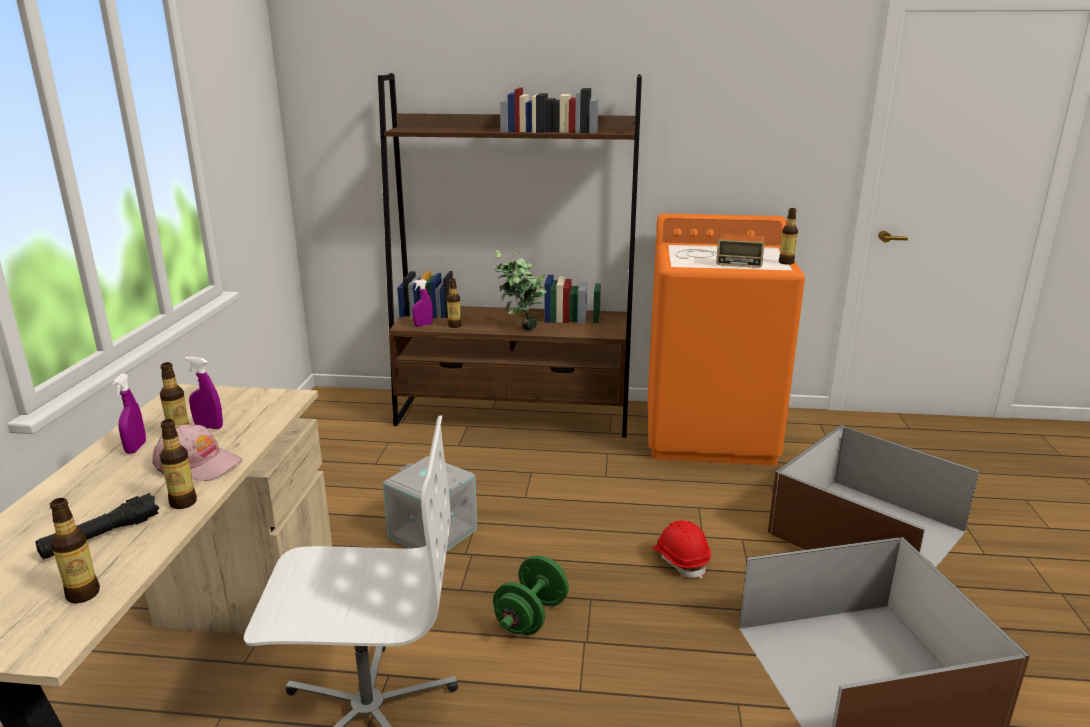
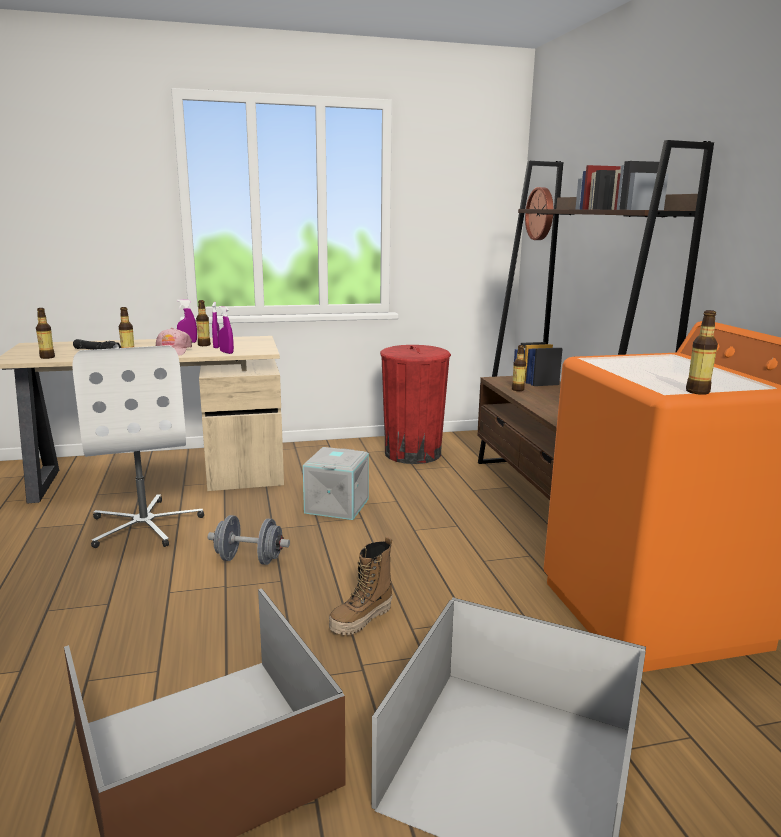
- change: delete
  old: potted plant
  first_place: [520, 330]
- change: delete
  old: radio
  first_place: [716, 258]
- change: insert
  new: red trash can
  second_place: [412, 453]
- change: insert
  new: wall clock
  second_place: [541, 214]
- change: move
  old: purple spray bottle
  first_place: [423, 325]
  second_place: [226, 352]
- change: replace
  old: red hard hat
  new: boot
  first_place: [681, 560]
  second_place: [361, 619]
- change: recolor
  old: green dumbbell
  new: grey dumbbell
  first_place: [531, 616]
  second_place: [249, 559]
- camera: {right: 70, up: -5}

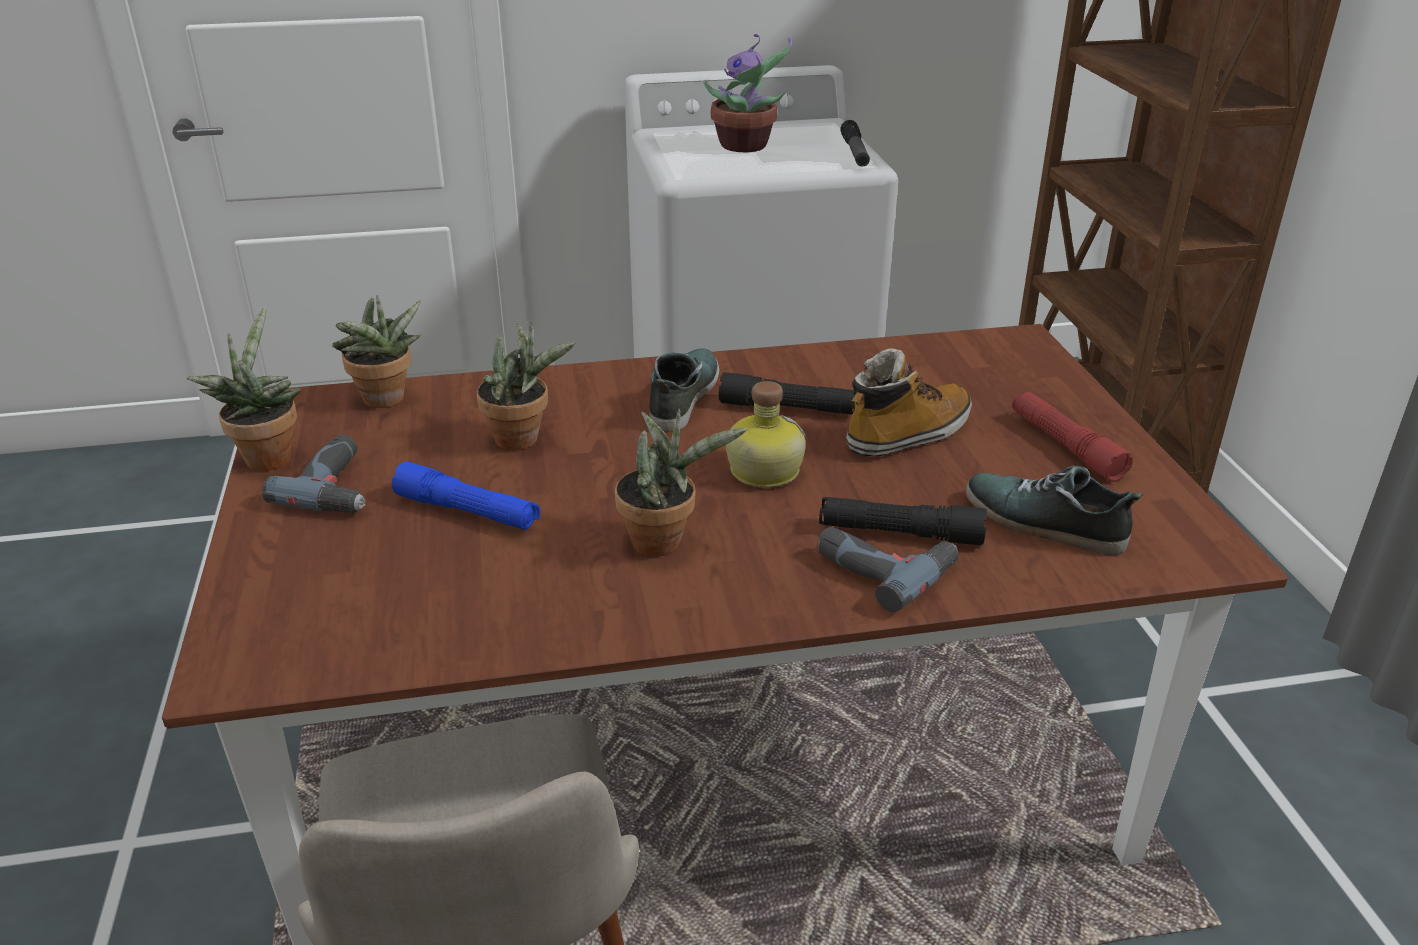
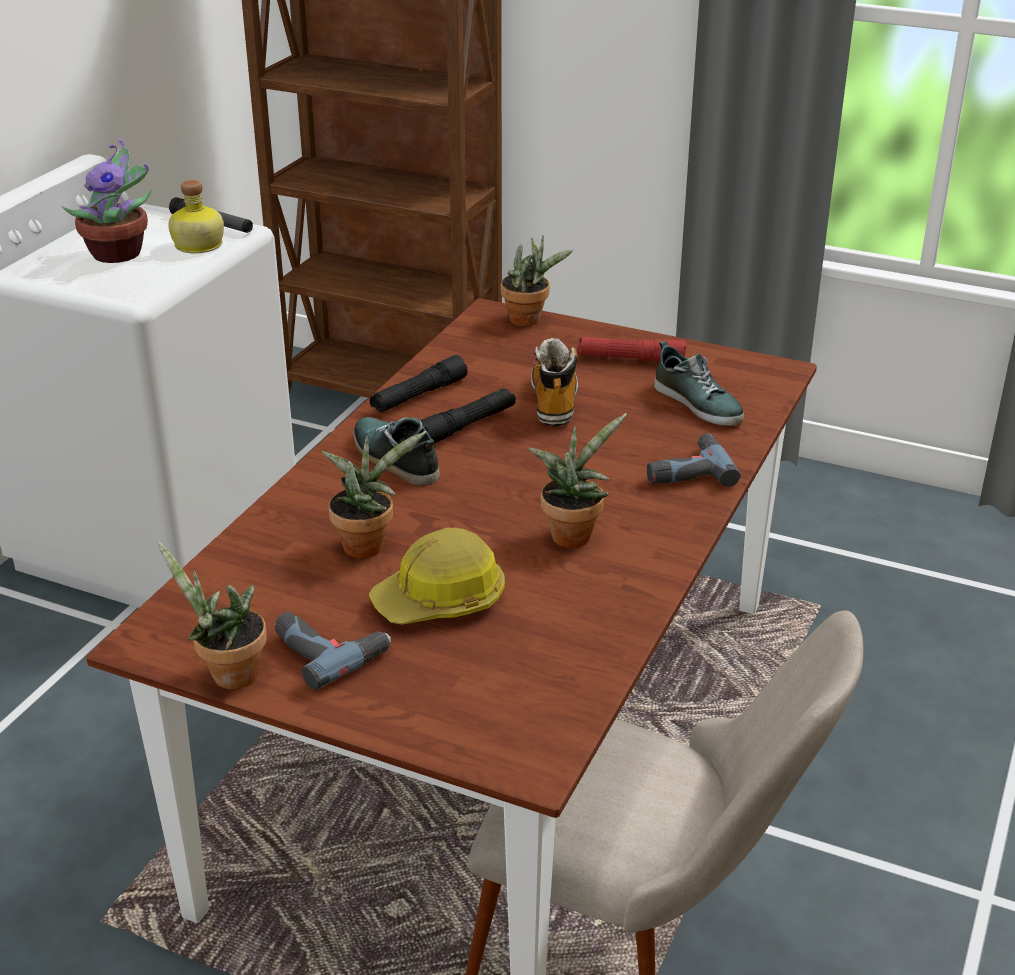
- change: move
  old: potted plant
  first_place: [385, 401]
  second_place: [529, 320]
- change: move
  old: bottle
  first_place: [762, 470]
  second_place: [197, 245]
- change: move
  old: black flashlight
  first_place: [900, 533]
  second_place: [419, 396]
- change: replace
  old: blue flashlight
  new: hard hat
  first_place: [468, 512]
  second_place: [441, 600]
- change: rotate
  old: shoe
  first_place: [1044, 523]
  second_place: [698, 403]
  degrees: -105
- camera: {right: -55, up: 0}

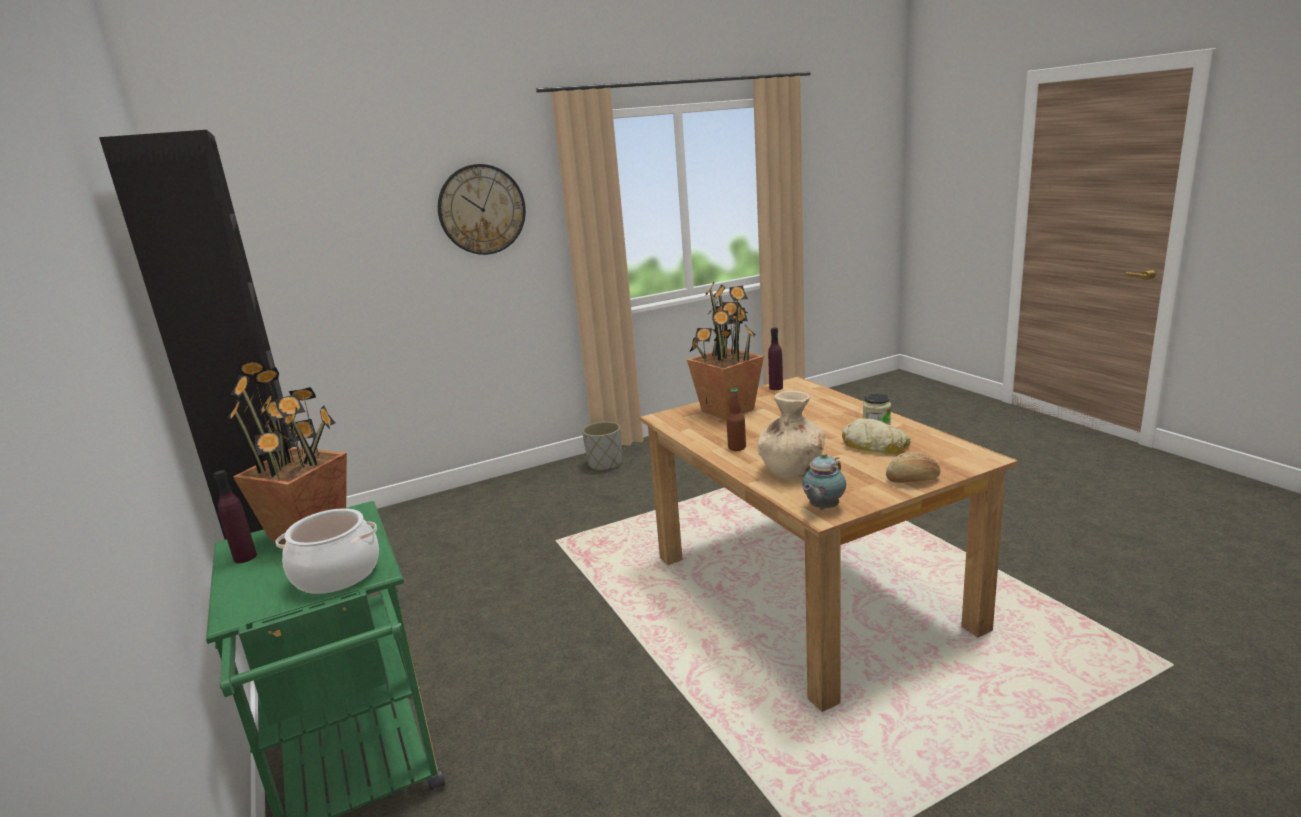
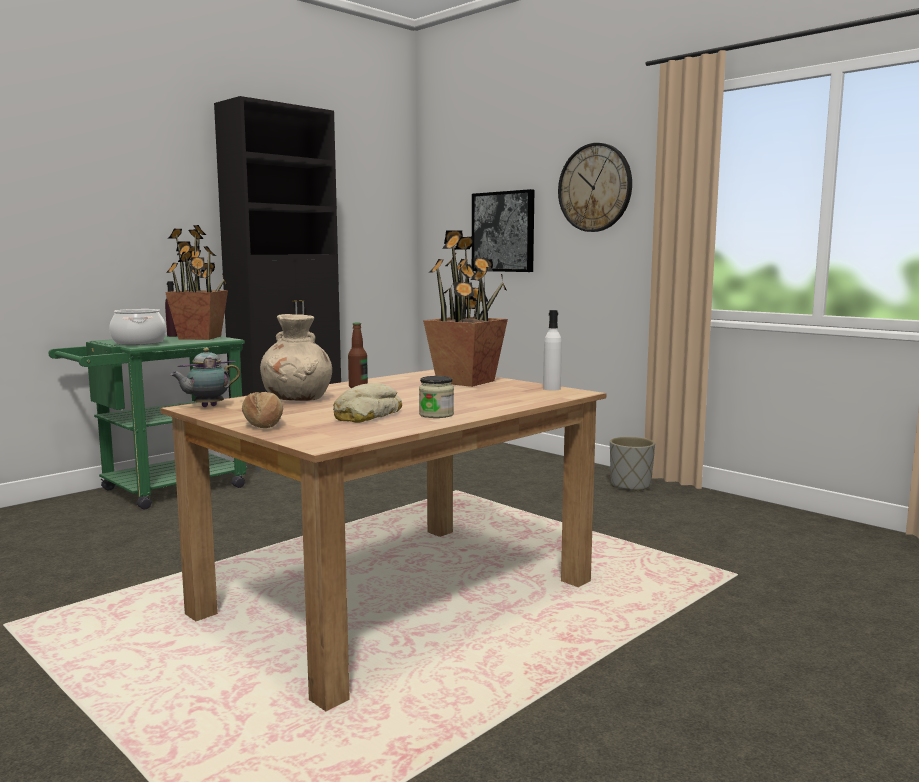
- change: insert
  new: picture
  second_place: [503, 232]
- change: recolor
  old: purple bottle
  new: white bottle
  first_place: [776, 388]
  second_place: [551, 388]
- change: rotate
  old: teapot
  first_place: [822, 508]
  second_place: [207, 406]
  degrees: -60
- camera: {right: 70, up: -10}

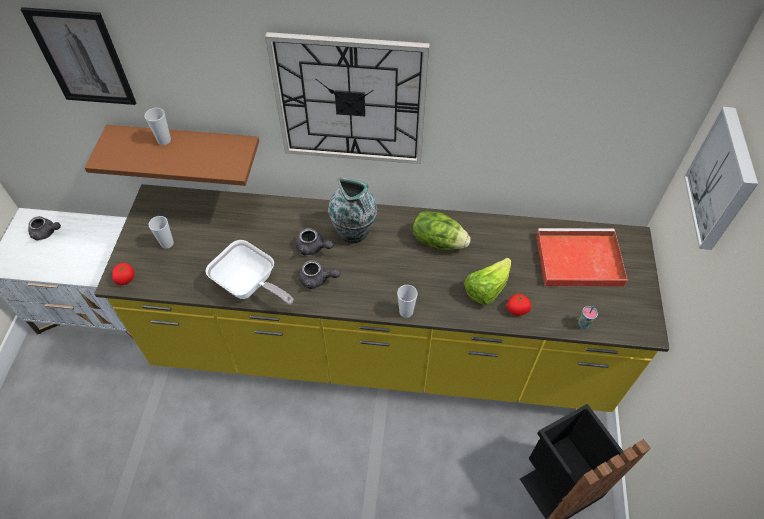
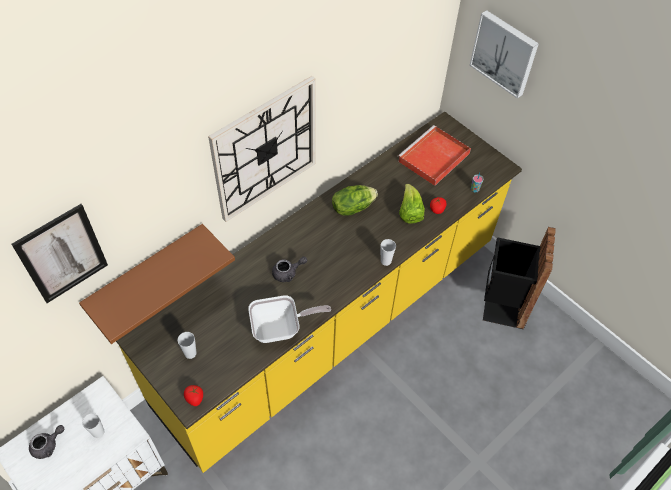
- change: delete
  old: grey teapot
  first_place: [317, 279]
- change: delete
  old: vase
  first_place: [354, 232]
- change: move
  old: cup
  first_place: [164, 140]
  second_place: [98, 432]
- camera: {right: -50, up: 0}

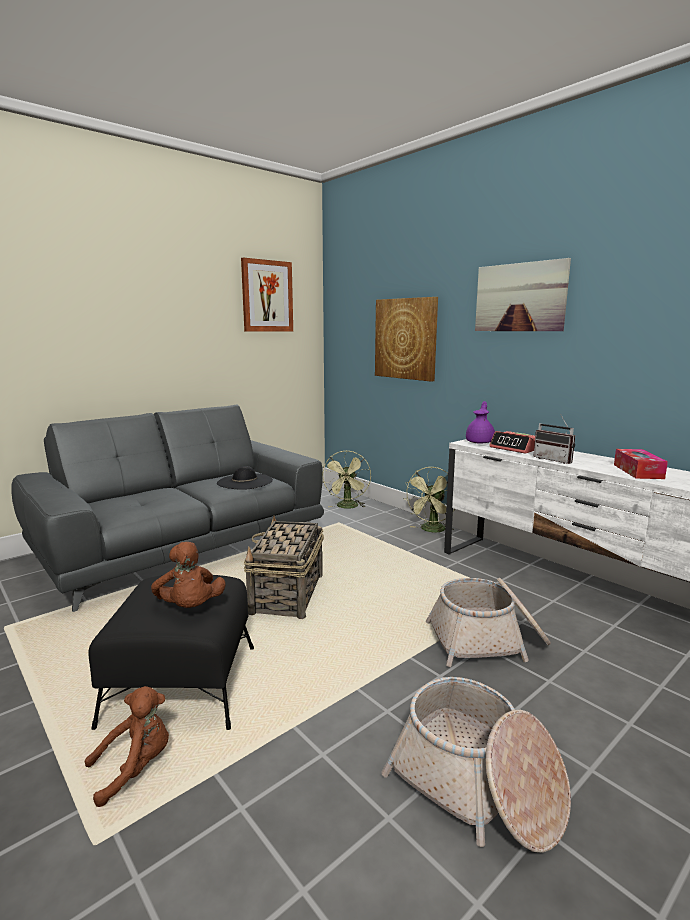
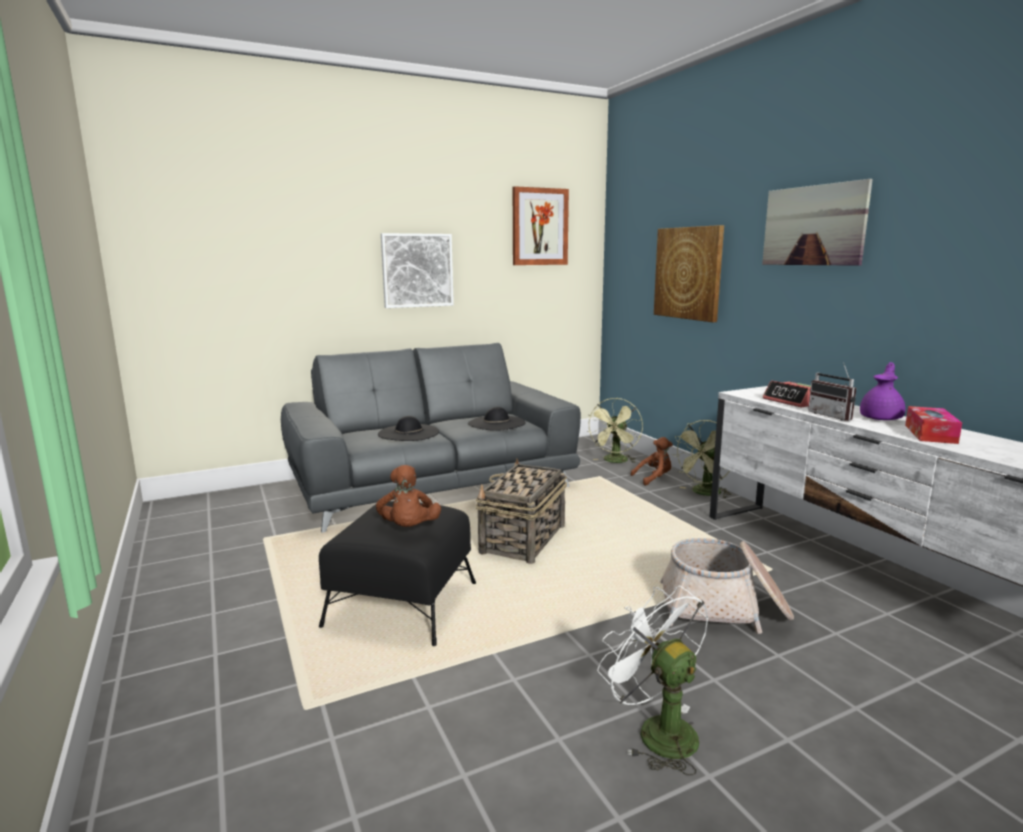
- change: insert
  new: black hat
  second_place: [408, 433]
- change: insert
  new: picture
  second_place: [417, 270]
- change: move
  old: brown plush toy
  first_place: [135, 767]
  second_place: [654, 478]
- change: move
  old: purple teapot
  first_place: [480, 442]
  second_place: [881, 418]
- change: replace
  old: basket
  new: white fan
  first_place: [477, 786]
  second_place: [656, 730]
- camera: {right: 15, up: 0}

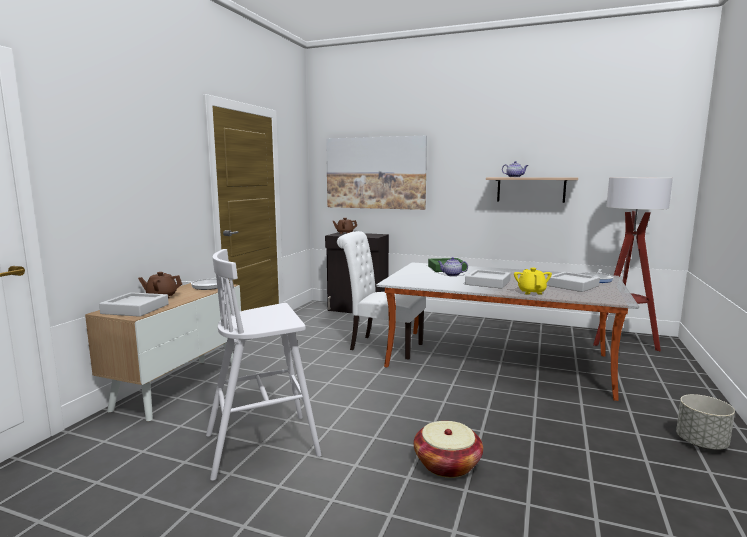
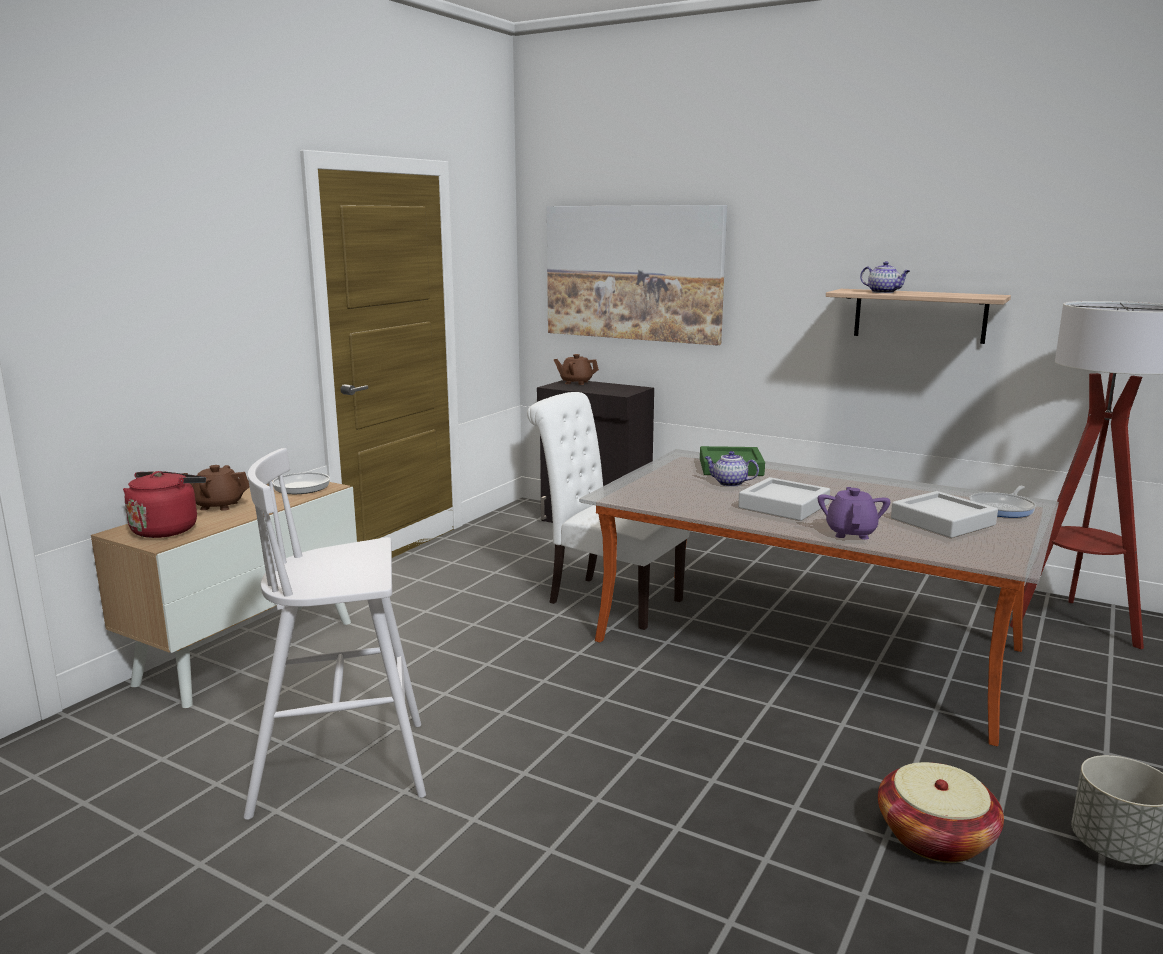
- change: move
  old: basket
  first_place: [447, 464]
  second_place: [935, 837]
- change: replace
  old: grey tray
  new: red kettle
  first_place: [135, 309]
  second_place: [167, 529]
- change: recolor
  old: yellow teapot
  new: purple teapot
  first_place: [531, 292]
  second_place: [851, 533]
- camera: {right: 10, up: 5}

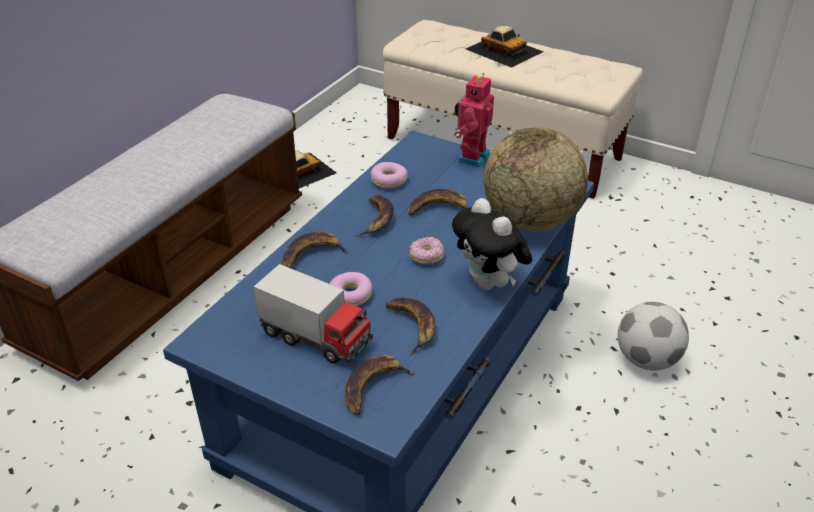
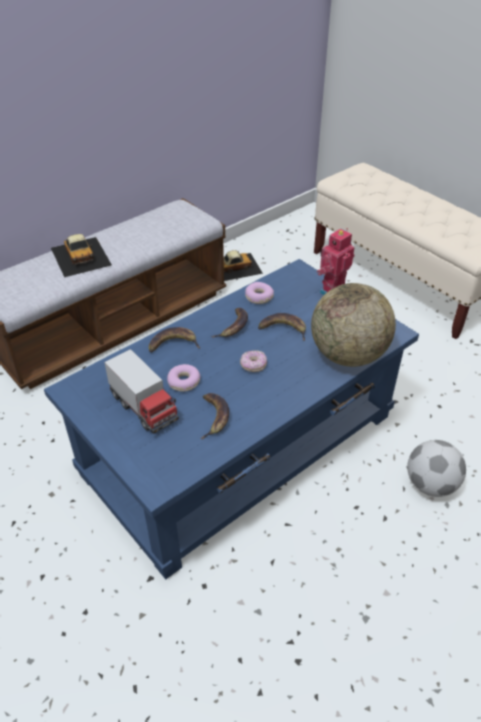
- change: delete
  old: banana
  first_place: [373, 387]
- change: delete
  old: plush toy
  first_place: [489, 284]
- change: move
  old: toy car
  first_place: [504, 50]
  second_place: [81, 256]
- camera: {right: 20, up: 5}

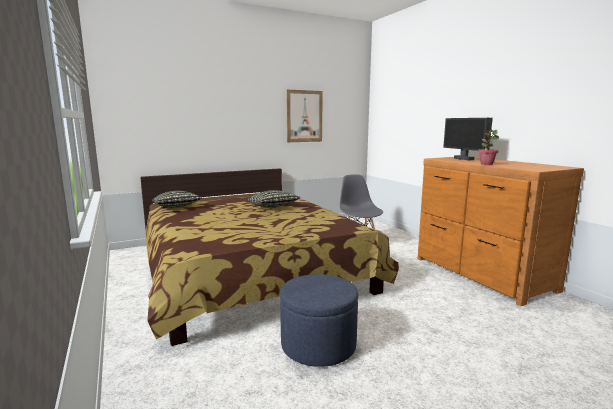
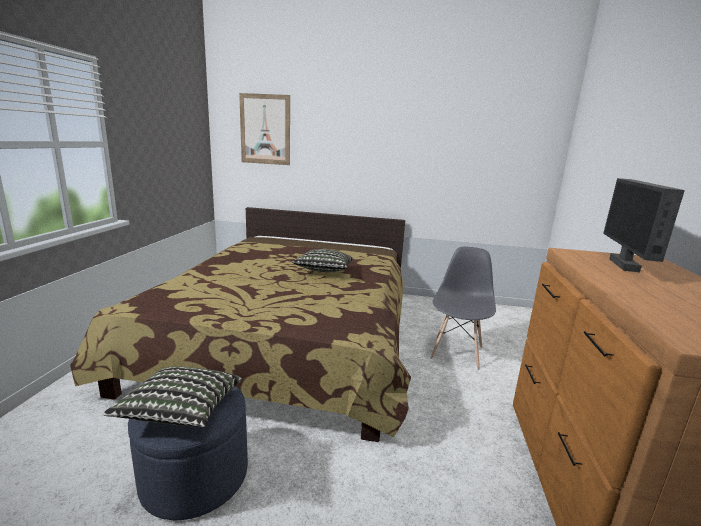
- change: delete
  old: potted plant
  first_place: [486, 164]
- change: move
  old: pillow
  first_place: [176, 208]
  second_place: [181, 412]
- change: move
  old: picture
  first_place: [304, 116]
  second_place: [265, 129]
- camera: {right: 35, up: 5}

